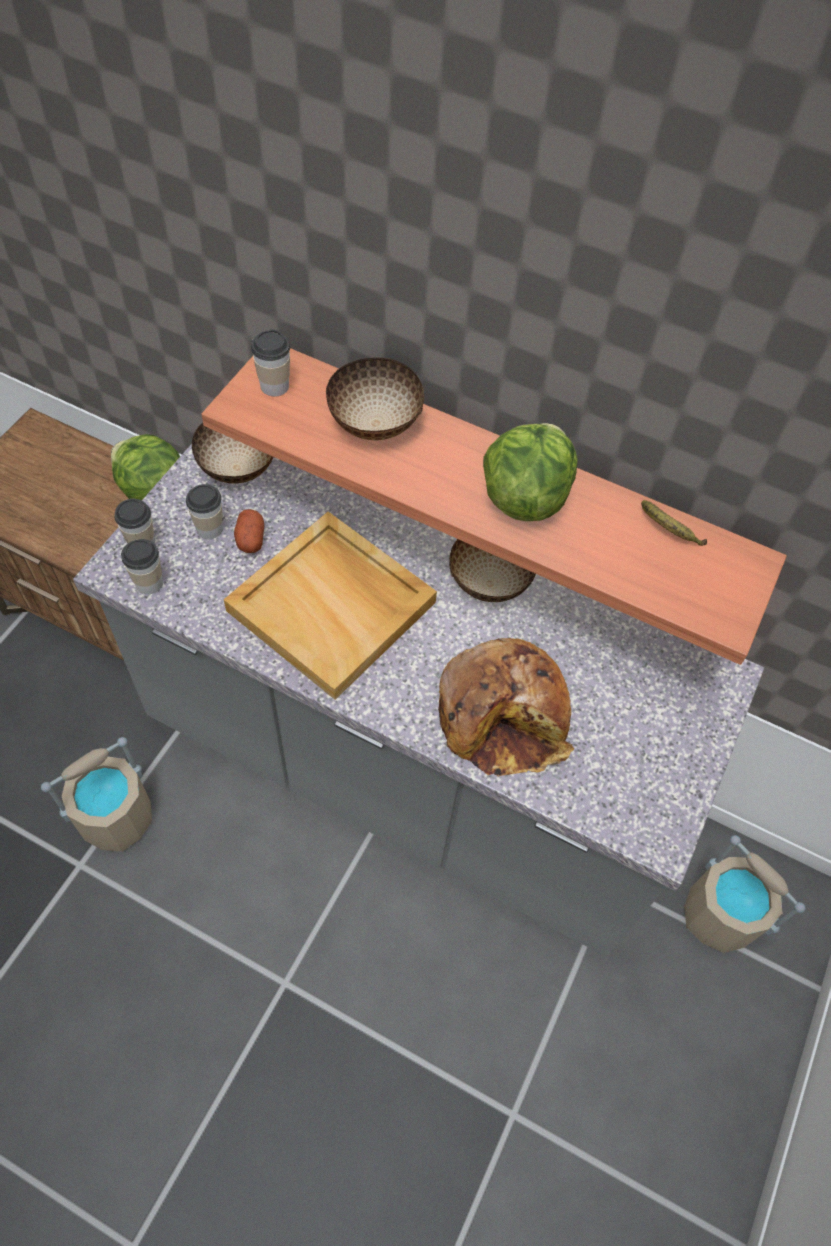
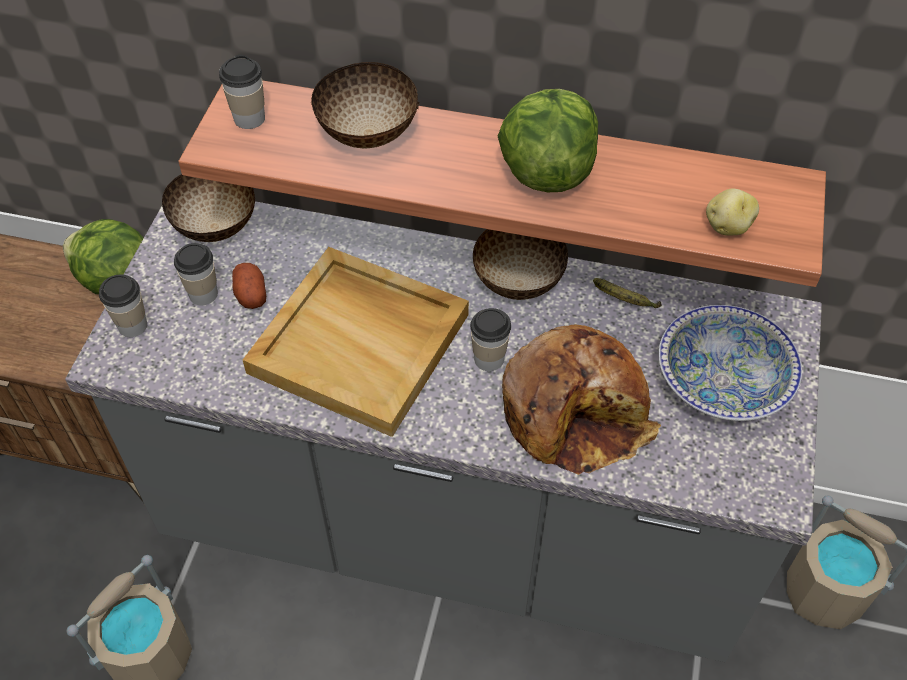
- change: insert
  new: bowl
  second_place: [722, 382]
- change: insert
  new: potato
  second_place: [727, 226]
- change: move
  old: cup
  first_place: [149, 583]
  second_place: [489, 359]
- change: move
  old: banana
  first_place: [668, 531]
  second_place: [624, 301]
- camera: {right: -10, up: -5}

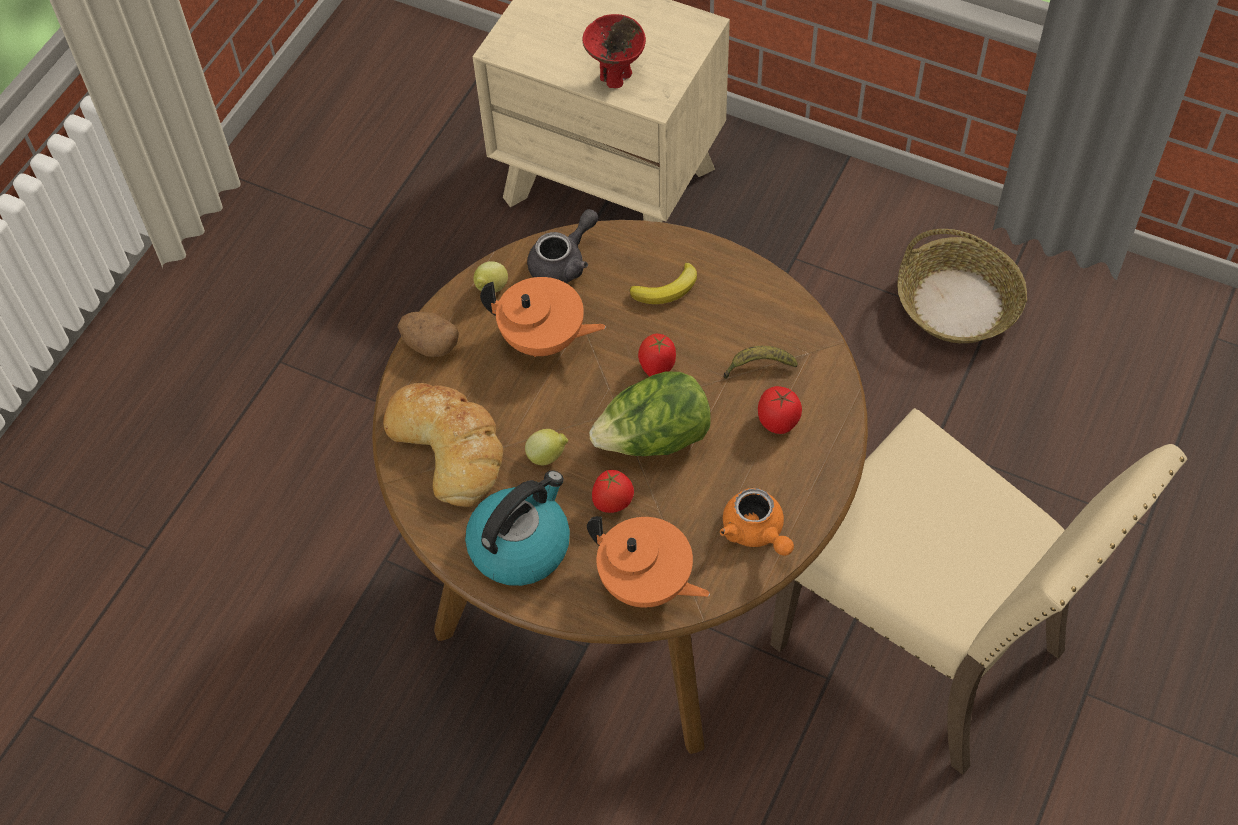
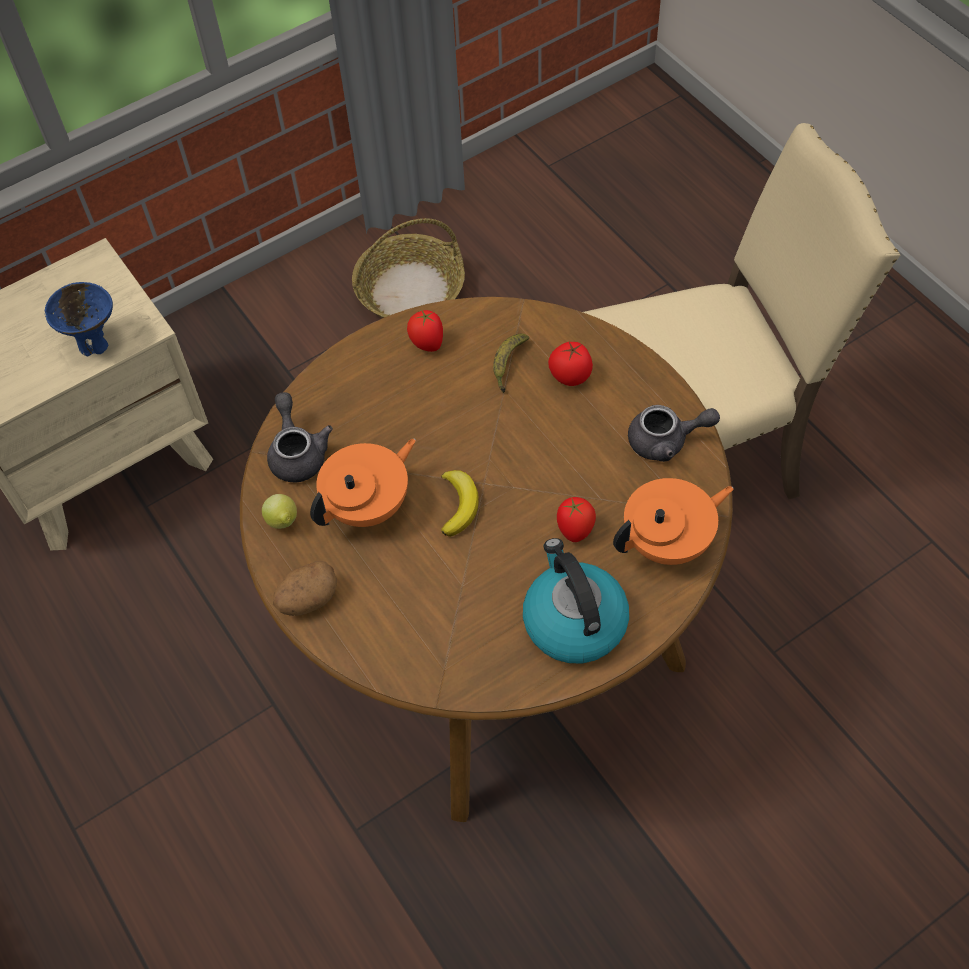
- change: delete
  old: bread
  first_place: [449, 445]
- change: delete
  old: lemon
  first_place: [548, 456]
- change: delete
  old: lettuce
  first_place: [654, 439]
- change: move
  old: banana
  first_place: [667, 289]
  second_place: [458, 504]
- change: move
  old: tomato
  first_place: [657, 367]
  second_place: [427, 344]
- change: recolor
  old: red bowl
  new: blue bowl
  first_place: [616, 77]
  second_place: [94, 343]
- change: recolor
  old: orange teapot
  new: grey teapot
  first_place: [756, 532]
  second_place: [666, 441]
- camera: {right: -60, up: 0}

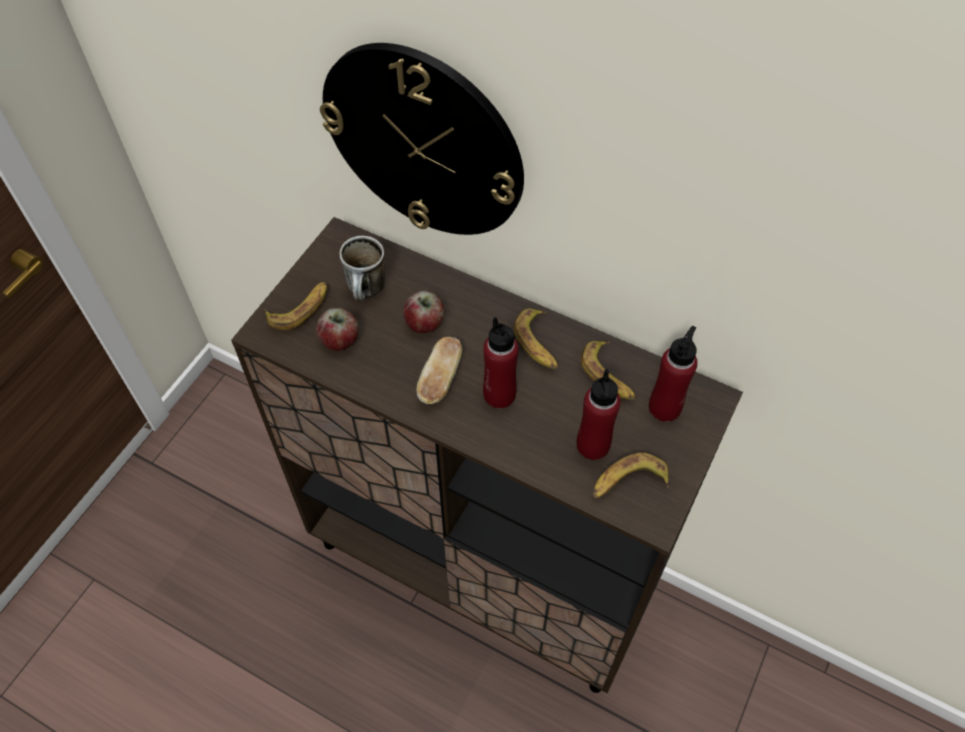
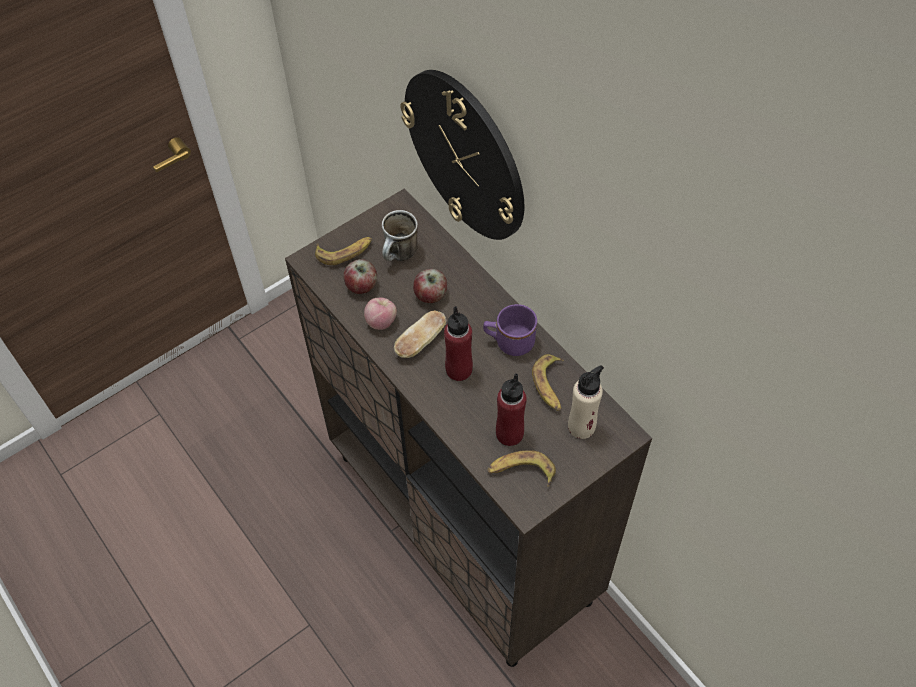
- change: insert
  new: apple
  second_place: [381, 321]
- change: replace
  old: banana
  new: purple mug
  first_place: [538, 344]
  second_place: [509, 342]
- change: recolor
  old: red bottle
  new: beige bottle
  first_place: [665, 407]
  second_place: [581, 426]
- camera: {right: 25, up: 0}

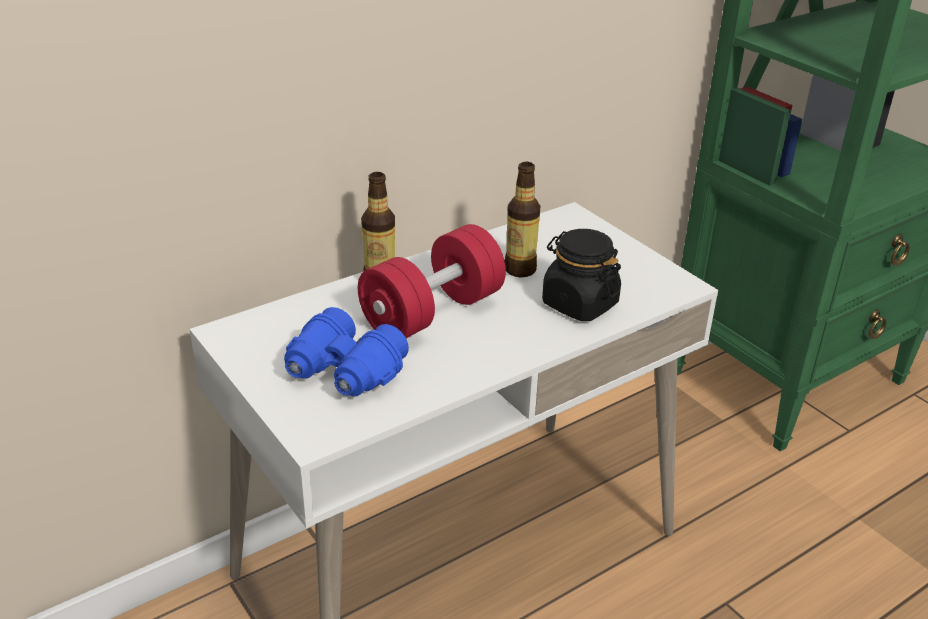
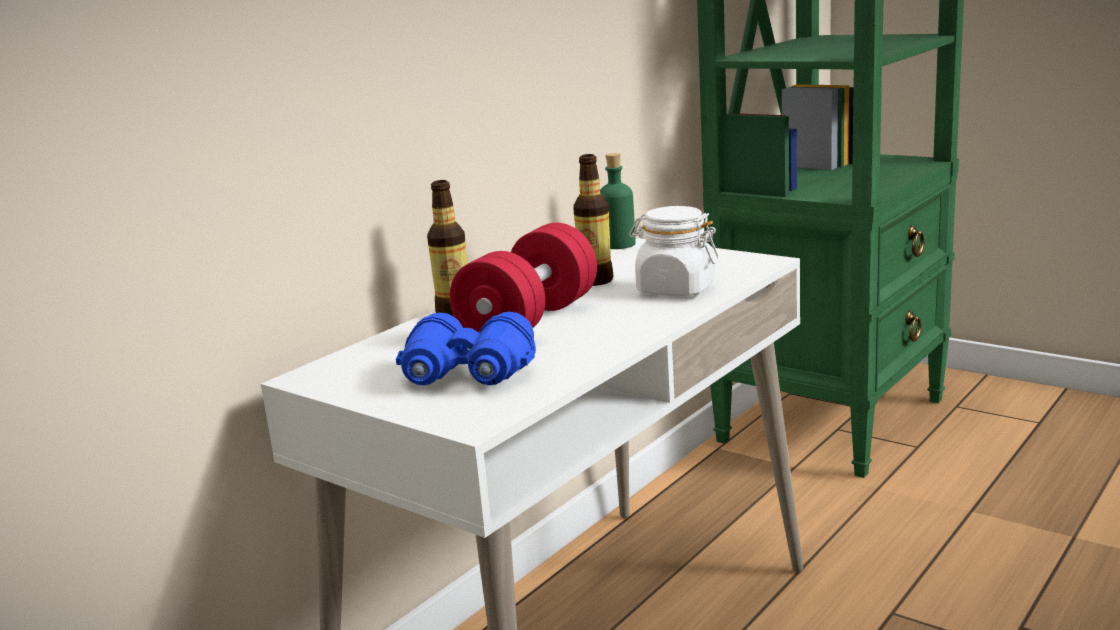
- change: insert
  new: green bottle
  second_place: [618, 244]
- change: recolor
  old: black jar
  new: white jar
  first_place: [579, 304]
  second_place: [675, 289]
- camera: {right: -15, up: -15}

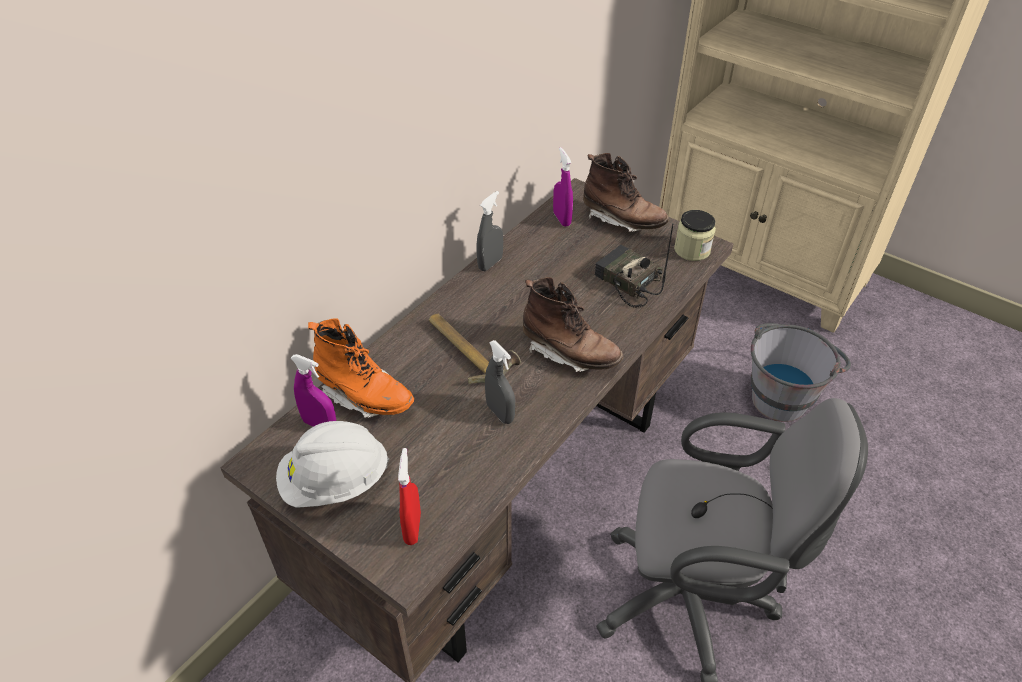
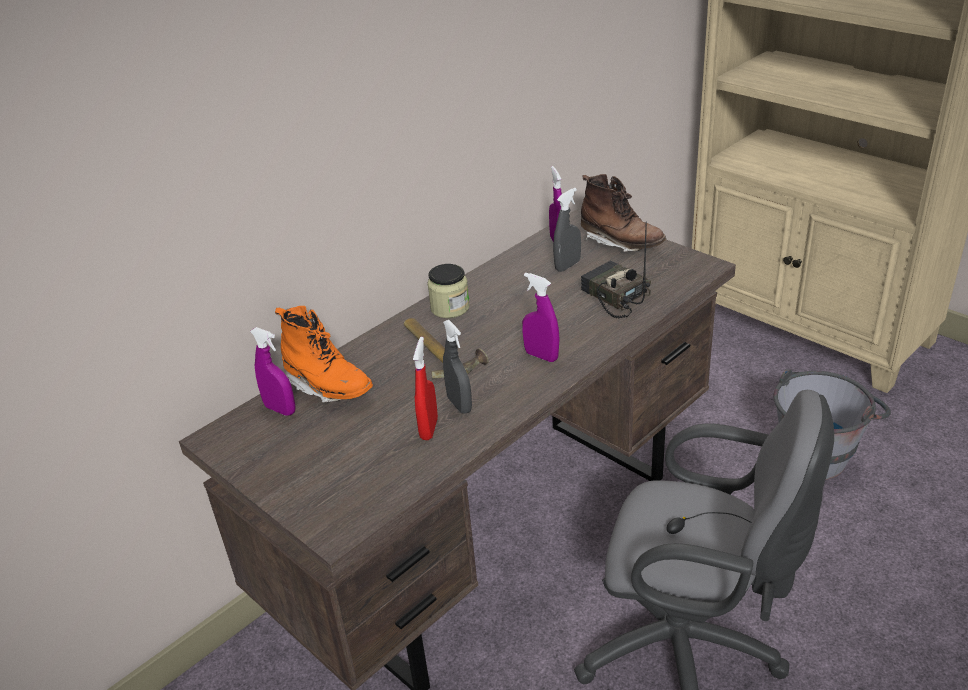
- change: delete
  old: white hard hat
  first_place: [335, 482]
- change: move
  old: red spray bottle
  first_place: [412, 528]
  second_place: [429, 429]
- change: move
  old: grey spray bottle
  first_place: [490, 263]
  second_place: [567, 266]
- change: move
  old: jar
  first_place: [692, 250]
  second_place: [450, 308]
- change: replace
  old: brown boot
  new: purple spray bottle
  first_place: [569, 353]
  second_place: [541, 356]
- camera: {right: 10, up: -10}

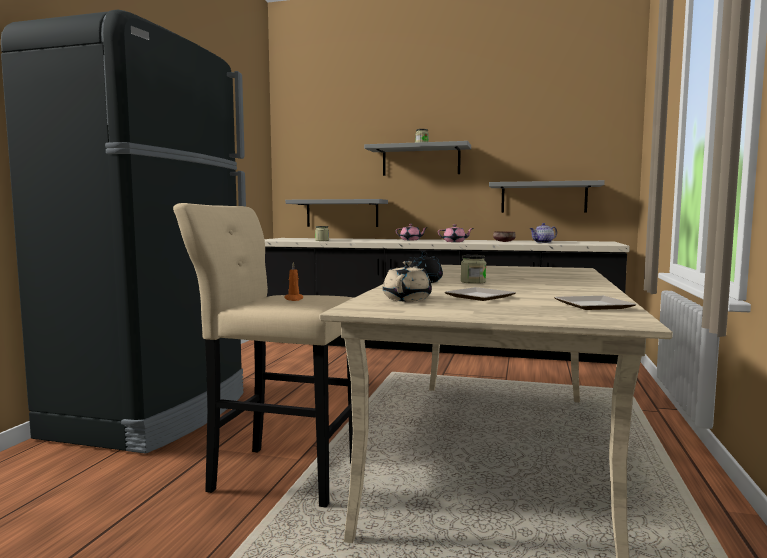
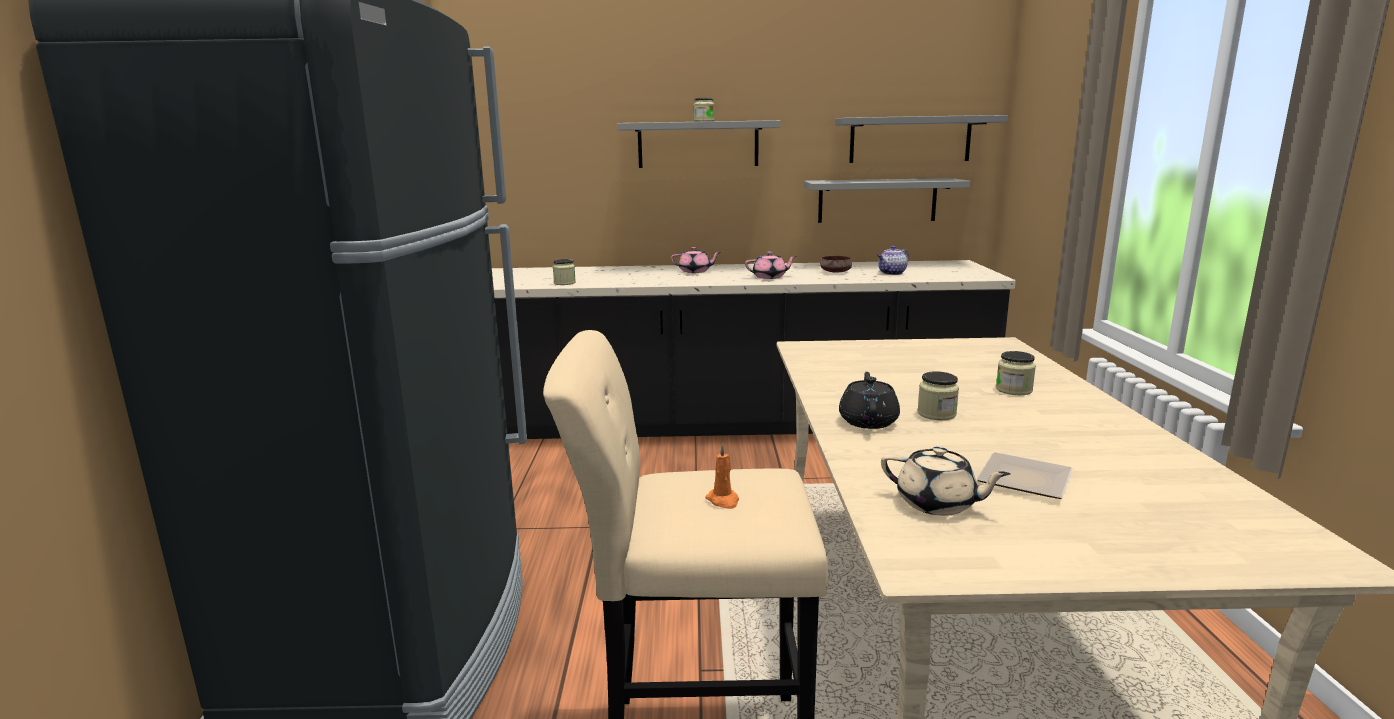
- change: delete
  old: plate
  first_place: [590, 306]
- change: insert
  new: jar
  second_place: [1014, 390]
- change: move
  old: grey shelf
  first_place: [342, 213]
  second_place: [910, 139]
- change: rotate
  old: beige teapot
  first_place: [407, 299]
  second_place: [937, 504]
  degrees: 120
- camera: {right: -15, up: 10}

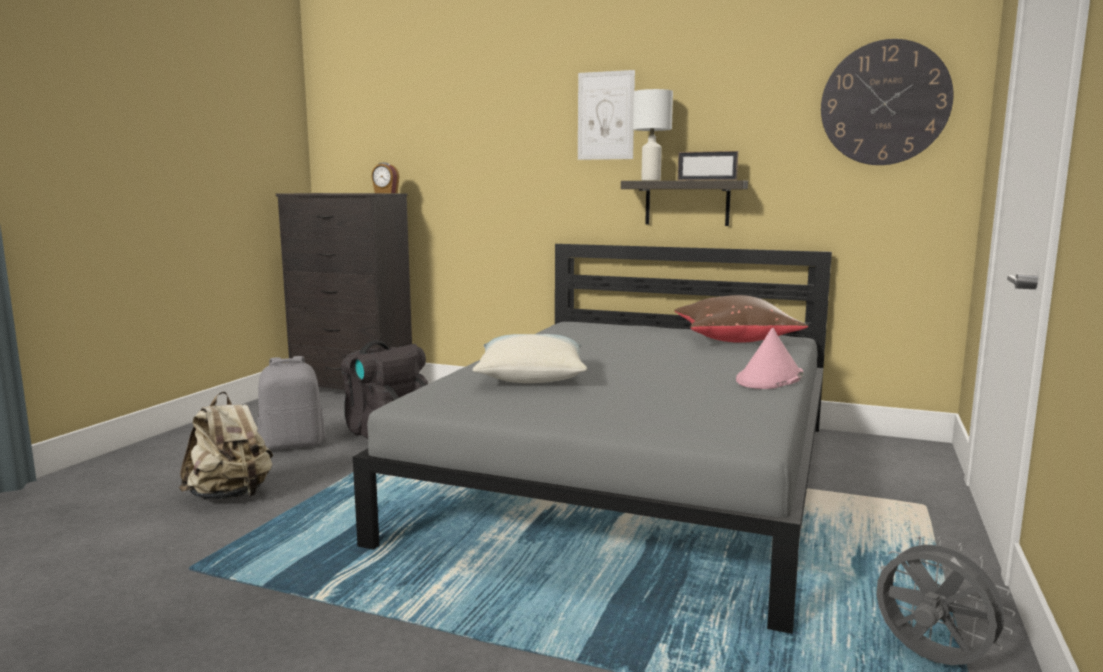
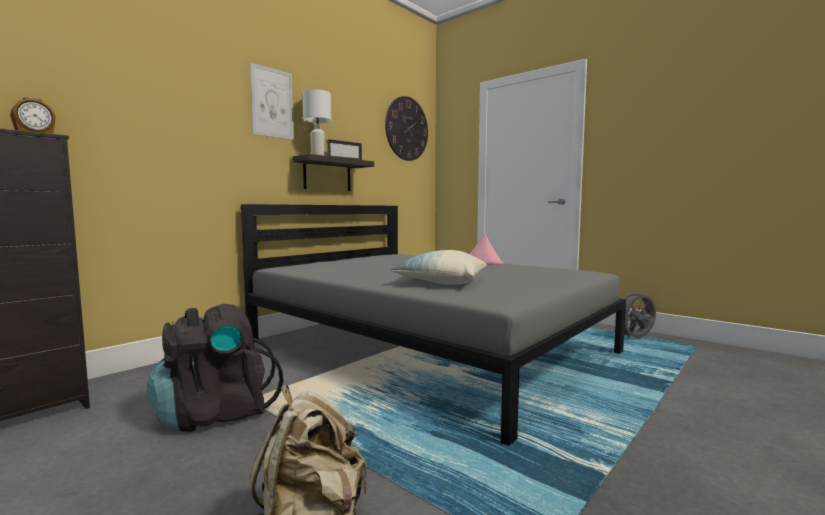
- change: delete
  old: grey backpack
  first_place: [293, 444]
- change: delete
  old: brown pillow
  first_place: [734, 340]
- camera: {right: -70, up: -5}

